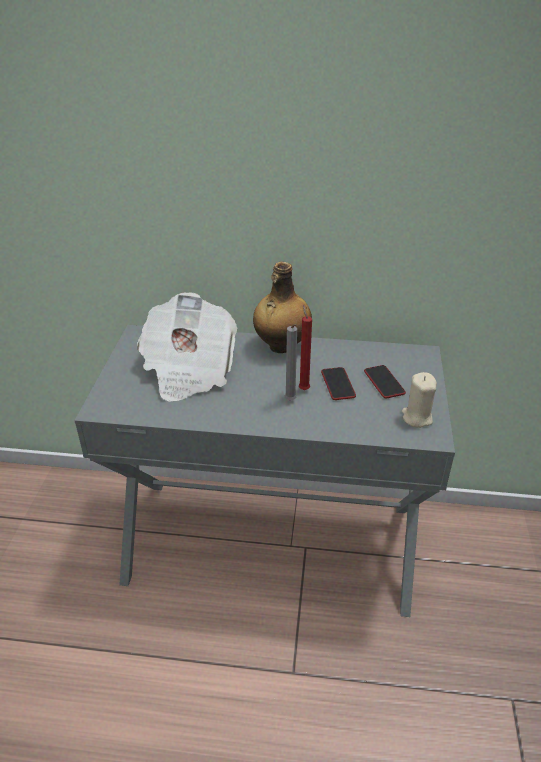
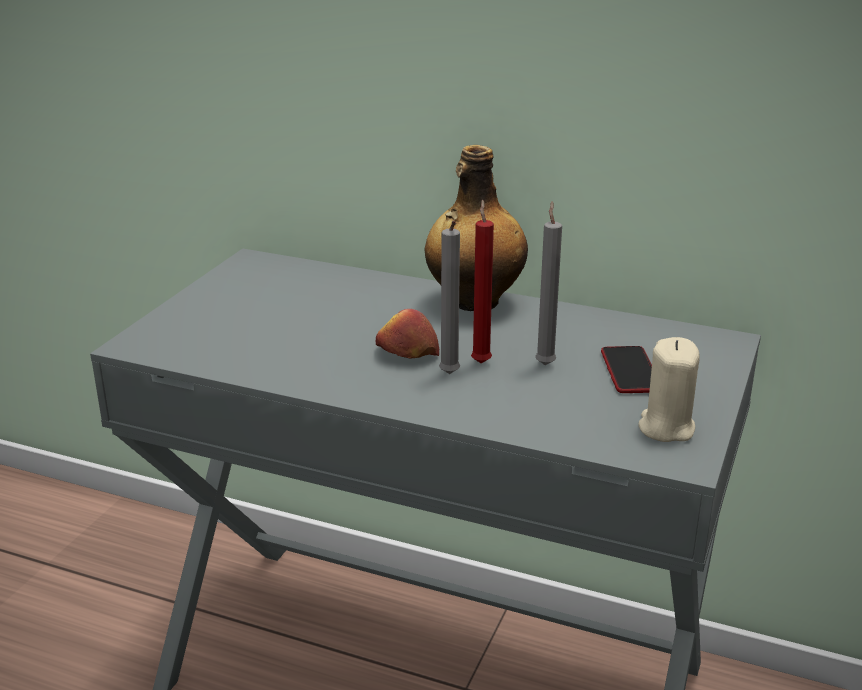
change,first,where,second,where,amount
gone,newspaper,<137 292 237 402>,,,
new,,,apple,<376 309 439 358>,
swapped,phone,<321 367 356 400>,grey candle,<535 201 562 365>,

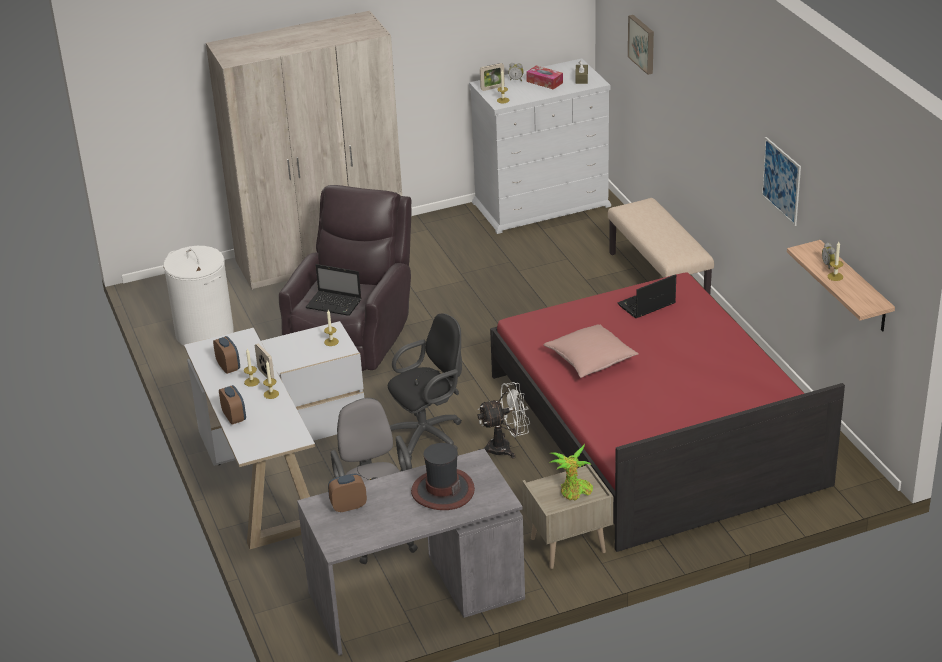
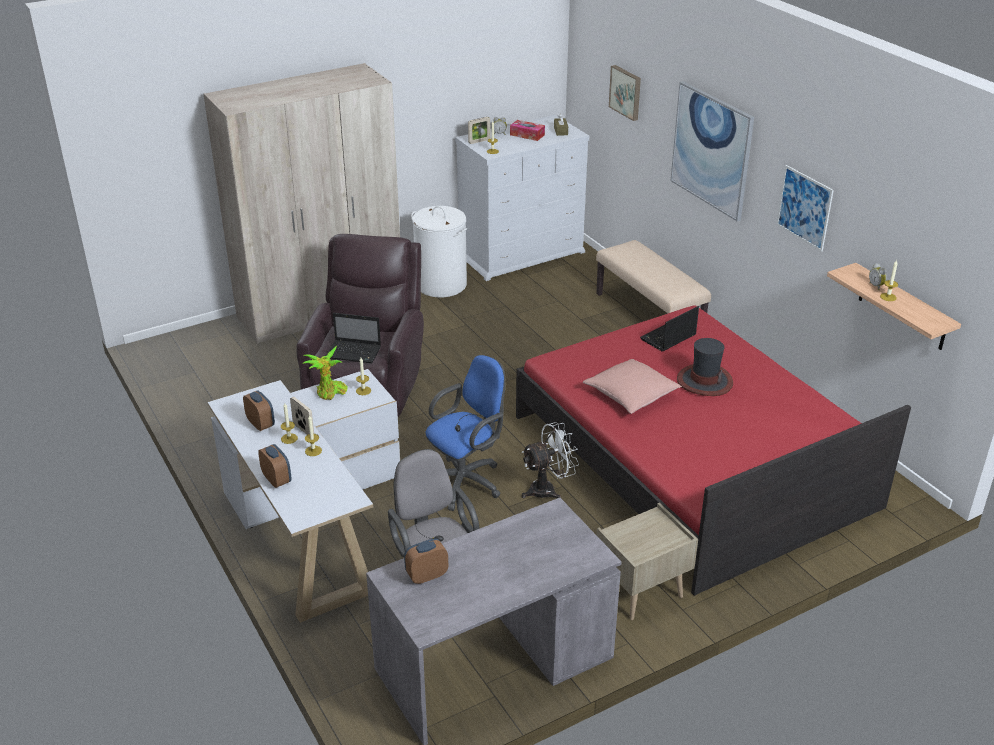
change,first,where,second,where,amount
new,,,picture,<671 81 754 221>,
shifted,white laundry basket,<163 246 234 346>,,<411 206 467 297>,
shifted,hat,<411 443 475 510>,,<677 338 733 396>,
shifted,potted plant,<549 444 593 500>,,<302 346 348 400>,
repainted,black office chair,<388 313 462 459>,blue office chair,<425 355 505 511>,

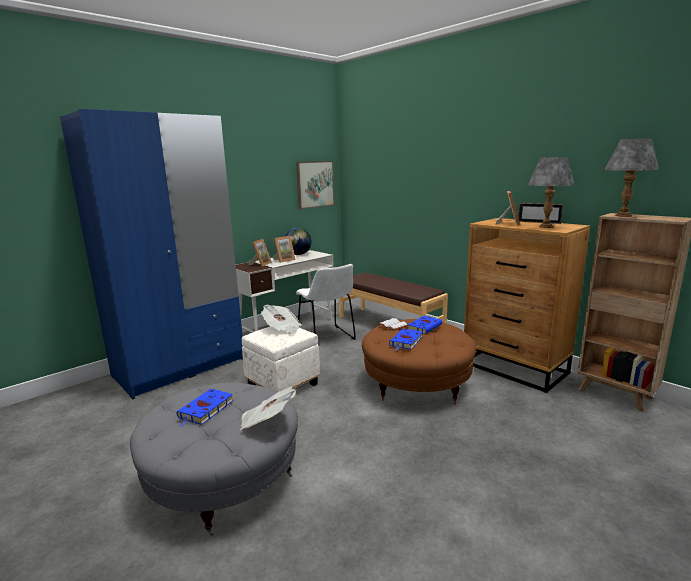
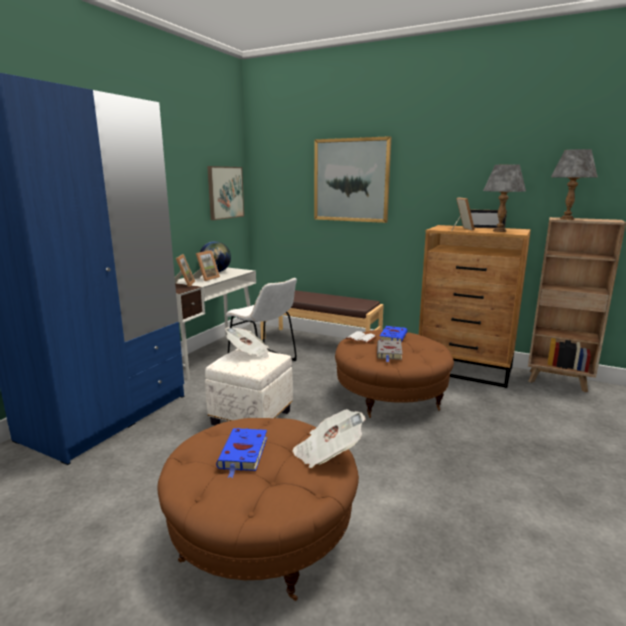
change,first,where,second,where,amount
new,,,picture,<314 136 391 223>,
repainted,grey ottoman,<130 383 298 536>,brown ottoman,<157 418 359 601>,
repainted,blue book,<389 329 423 351>,grey book,<377 340 402 362>,

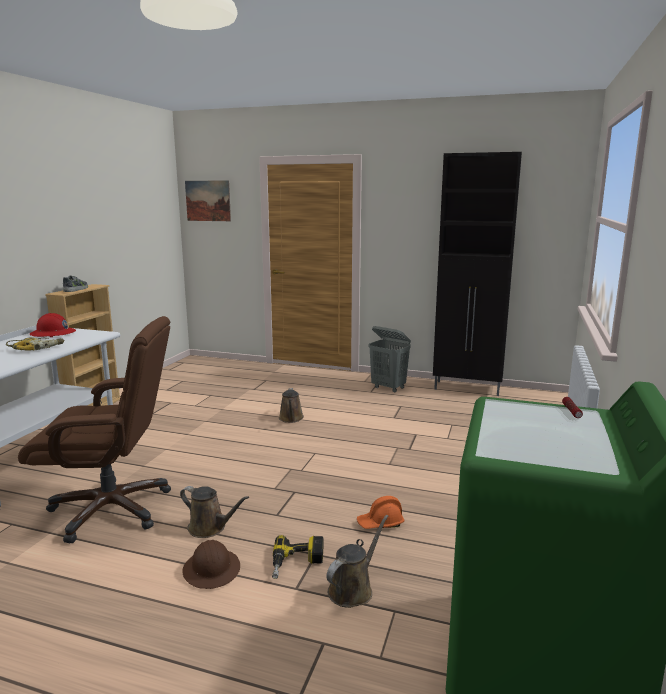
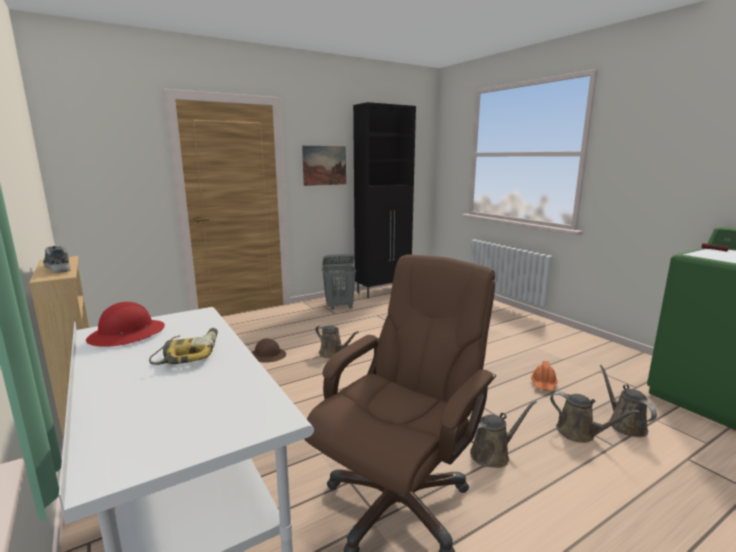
change,first,where,second,where,amount
shifted,brown hard hat,<182 540 240 589>,,<251 338 286 362>,
shifted,picture,<185 180 231 221>,,<302 146 346 186>,
swapped,power drill,<272 535 323 579>,brown watering can,<550 391 640 443>,

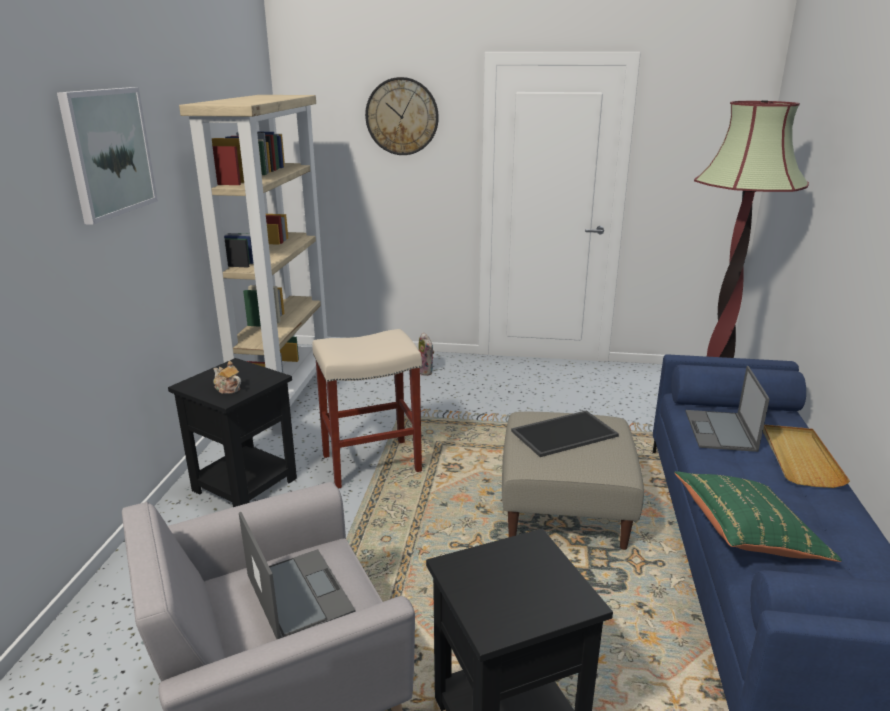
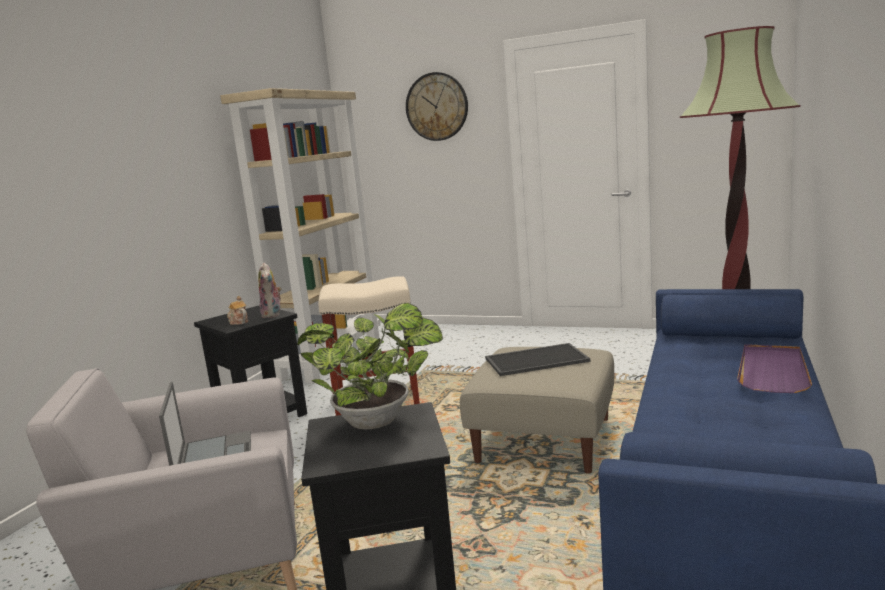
change,first,where,second,where,amount
gone,picture,<57 87 158 225>,,,
gone,green pillow,<674 471 842 562>,,,
gone,laptop,<685 366 770 452>,,,
new,,,potted plant,<297 303 443 429>,
shifted,plush toy,<419 332 434 376>,,<258 263 282 318>,
repainted,beige tray,<763 425 850 488>,purple tray,<737 344 812 393>,

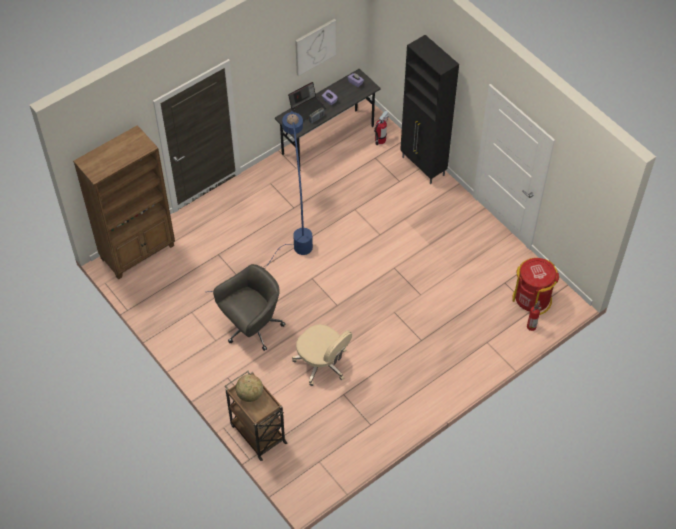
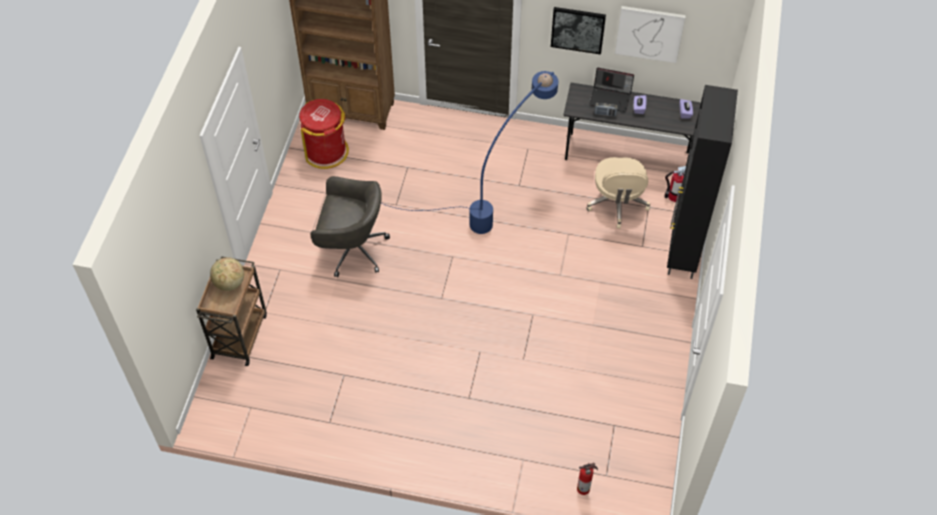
change,first,where,second,where,amount
new,,,picture,<551 7 606 54>,
shifted,beige office chair,<292 325 352 386>,,<586 157 650 229>,
shifted,red trash can,<512 258 559 315>,,<299 99 349 169>,

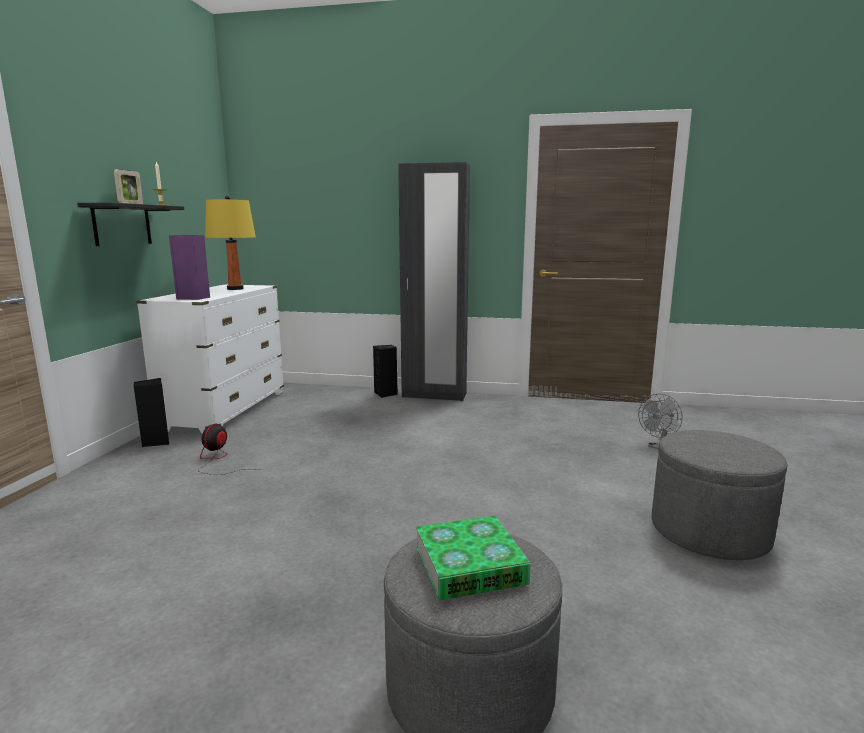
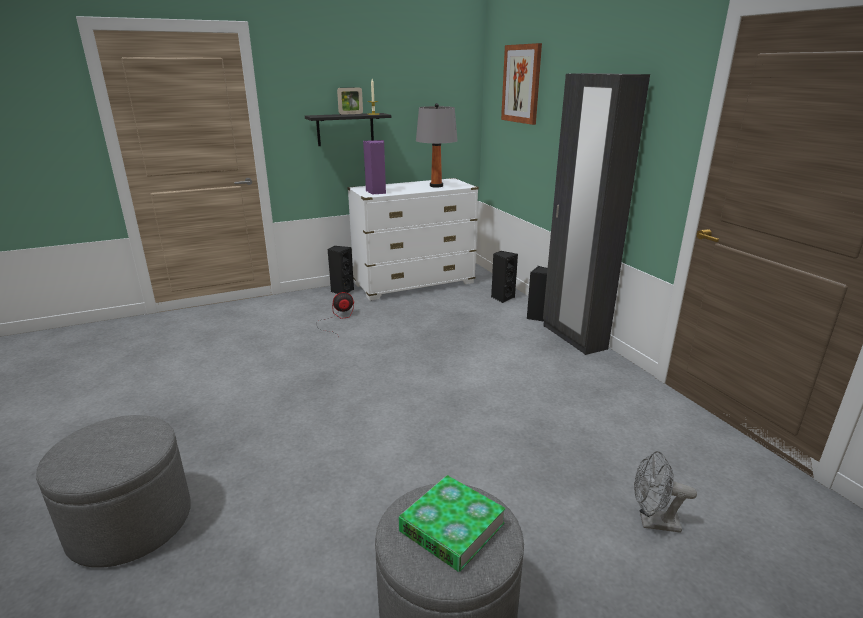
change,first,where,second,where,amount
new,,,black speaker,<491 251 518 303>,
new,,,picture,<501 43 542 125>,
shifted,book,<416 516 531 600>,,<399 475 506 572>,
repainted,yellow table lamp,<205 196 256 290>,grey table lamp,<416 103 458 188>,

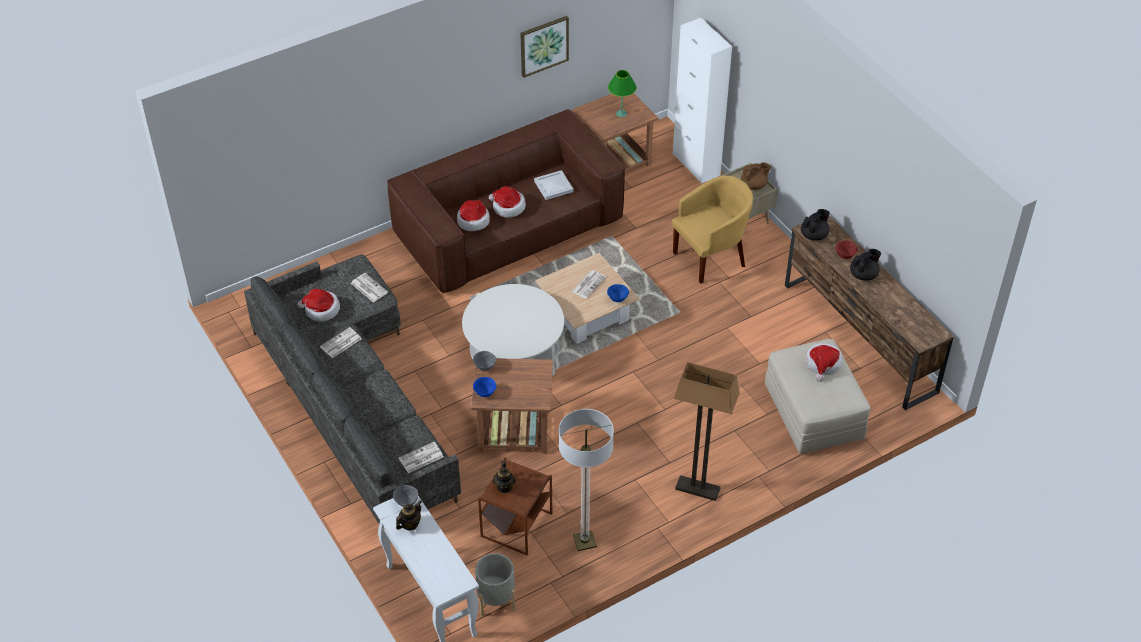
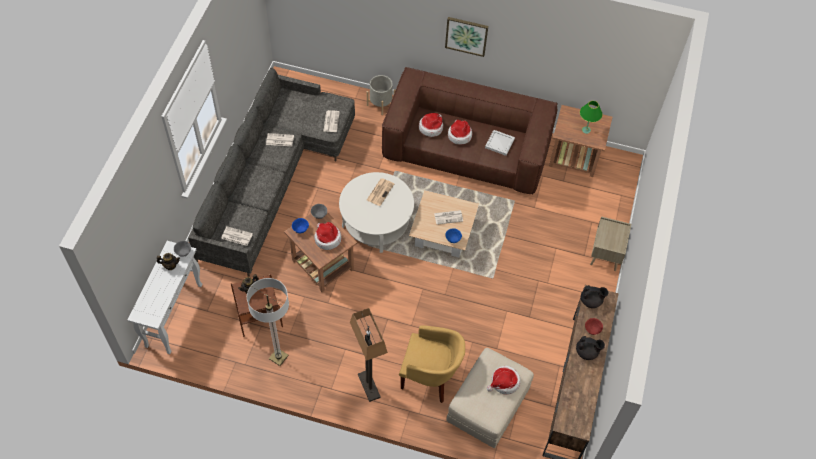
change,first,where,second,where,amount
gone,white cabinet,<673 18 732 184>,,,
gone,brown teapot,<741 162 771 190>,,,
new,,,newspaper,<367 178 394 206>,
shifted,hat,<297 289 340 321>,,<314 222 342 250>,
shifted,grey planter,<475 553 516 616>,,<367 75 396 115>,
shifted,picture,<521 16 569 78>,,<445 17 488 57>,
shifted,yellow armchair,<672 176 753 284>,,<399 325 465 403>,

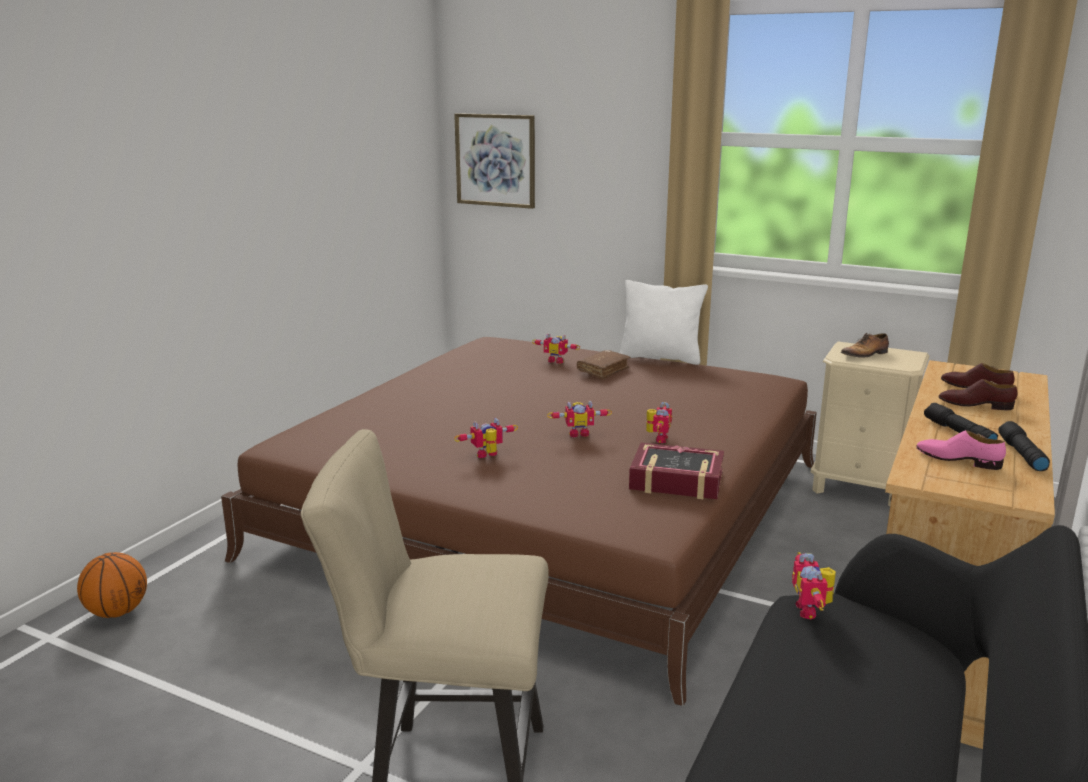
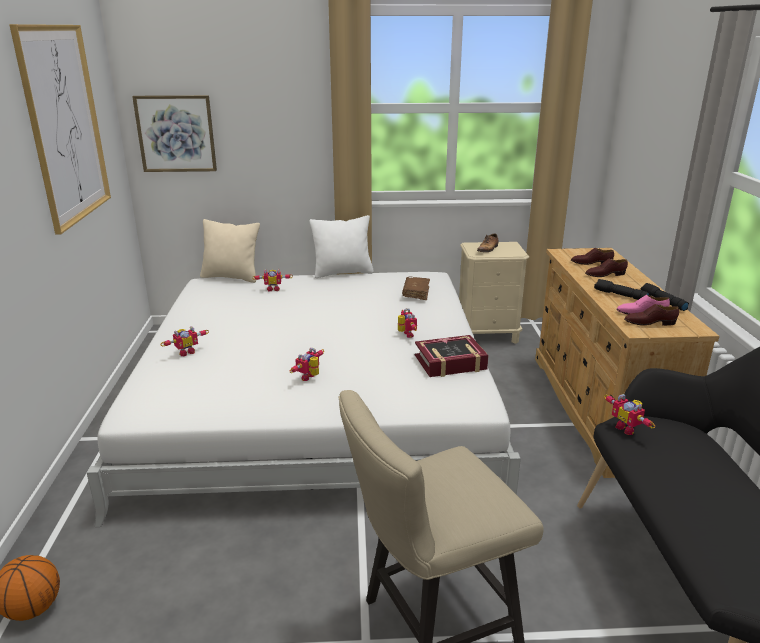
change,first,where,second,where,amount
new,,,picture,<9 24 111 235>,
new,,,beige pillow,<200 219 260 283>,
new,,,brown shoe,<624 304 679 326>,
shifted,toy robot,<547 400 612 437>,,<161 326 209 357>,
shifted,brown book,<577 350 630 379>,,<402 277 430 300>,
repainted,brown bed,<221 337 817 706>,white bed,<87 272 521 527>,

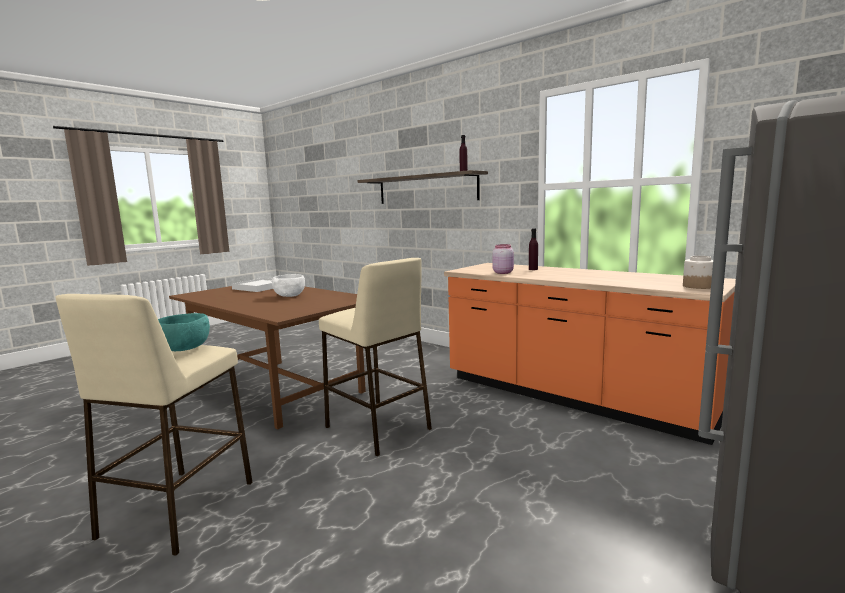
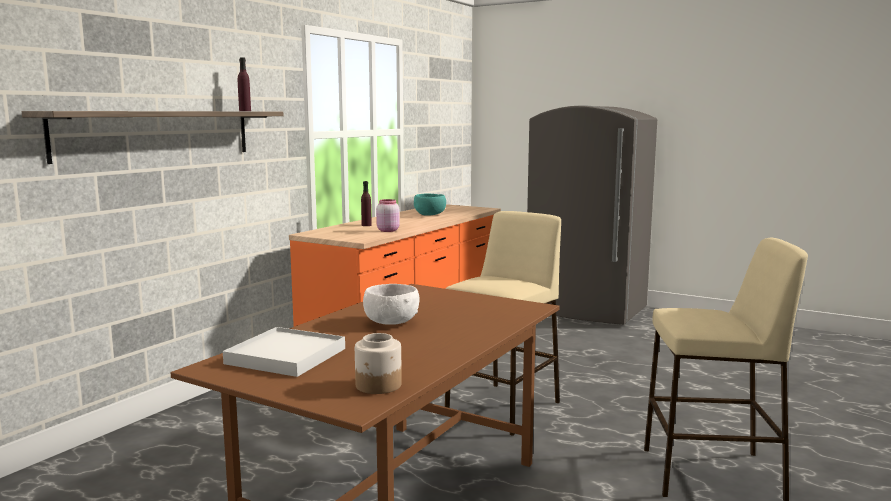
change,first,where,second,where,amount
shifted,turquoise bowl,<158 313 210 351>,,<414 194 446 216>,
shifted,jar,<683 256 713 289>,,<355 333 402 394>,

